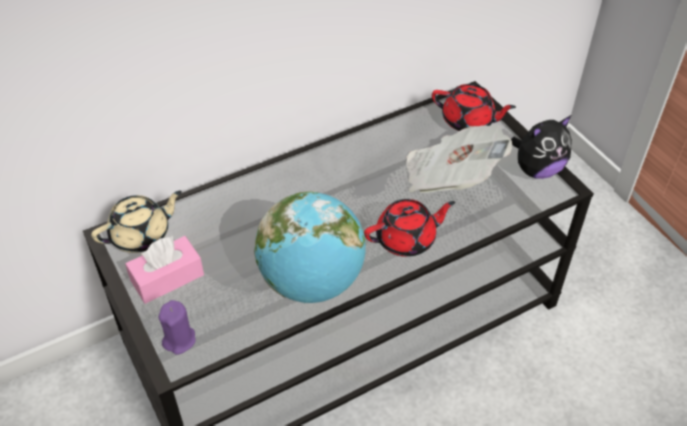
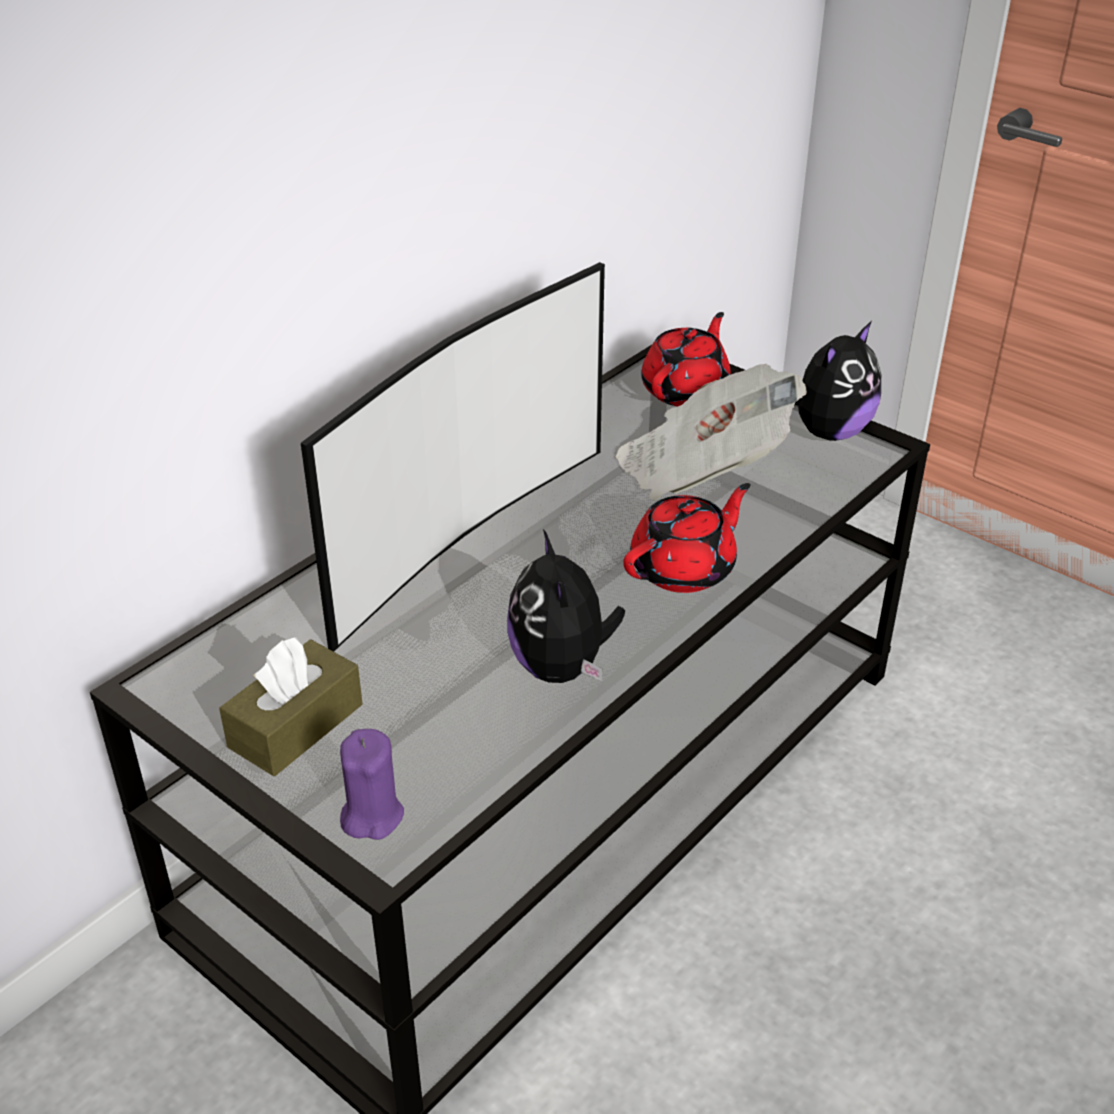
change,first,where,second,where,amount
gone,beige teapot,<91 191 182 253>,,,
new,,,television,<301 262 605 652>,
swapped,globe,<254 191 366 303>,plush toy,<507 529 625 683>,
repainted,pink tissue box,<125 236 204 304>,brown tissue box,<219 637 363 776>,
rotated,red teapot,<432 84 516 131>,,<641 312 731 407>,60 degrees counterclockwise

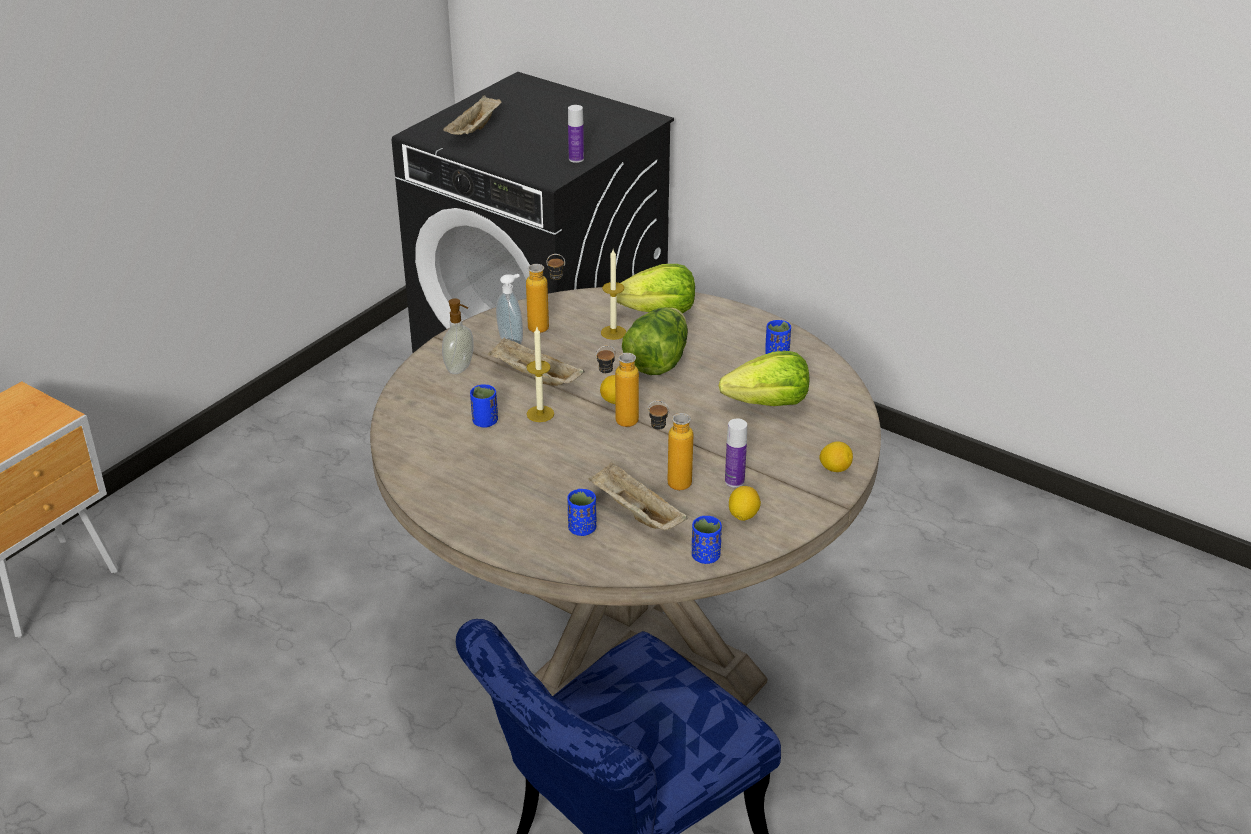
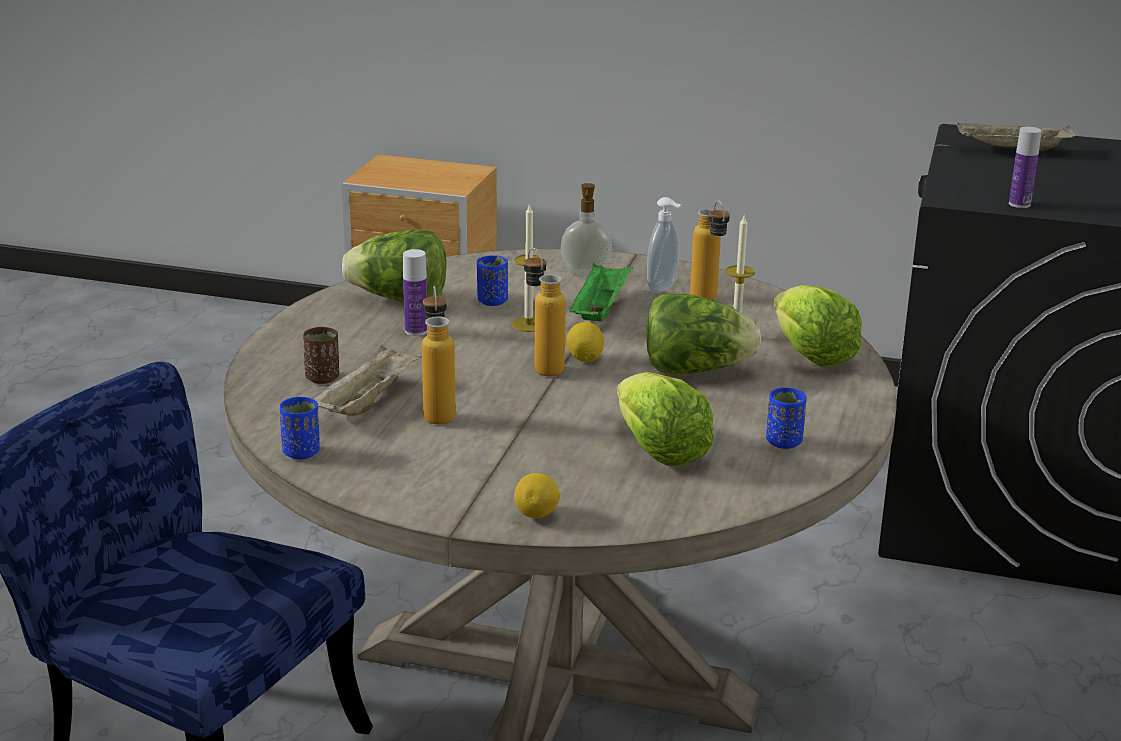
change,first,where,second,where,amount
gone,lemon,<729 486 761 521>,,,
new,,,lettuce,<342 230 446 302>,
shifted,bottle,<725 419 747 488>,,<403 249 427 336>,
repainted,beige tray,<488 337 585 386>,green tray,<569 263 633 322>,
repainted,blue cup,<567 489 596 536>,brown cup,<303 327 339 384>,

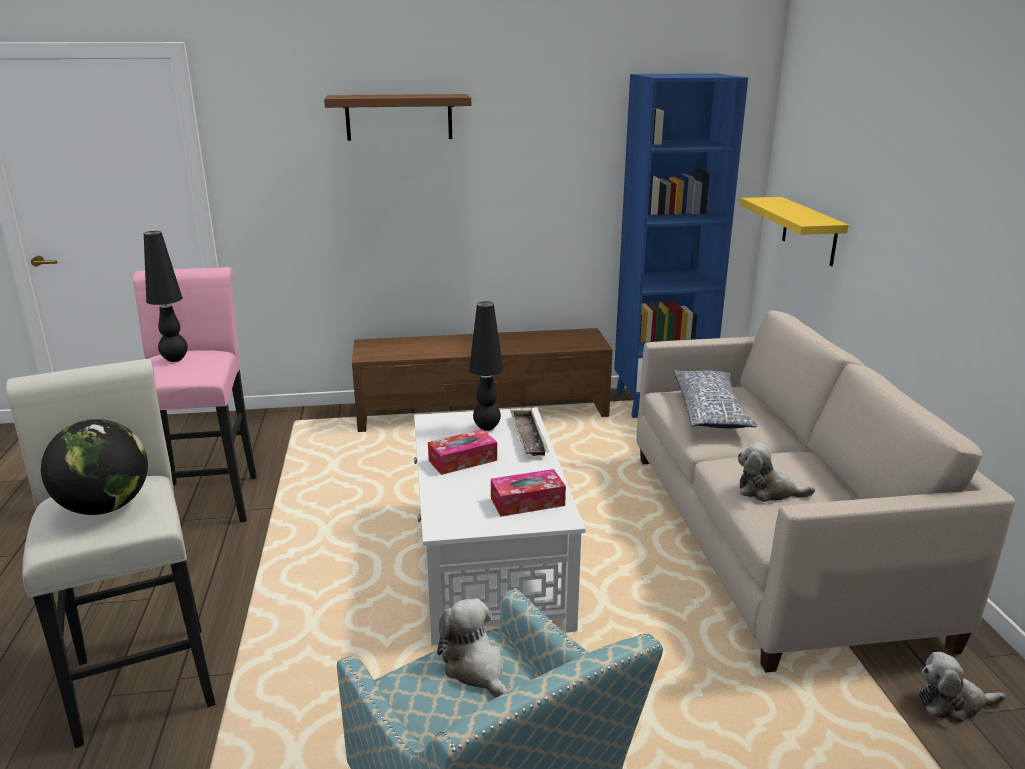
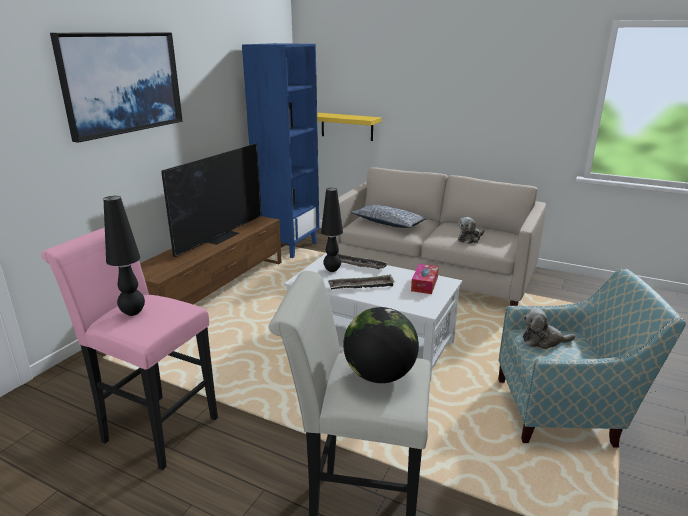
change,first,where,second,where,amount
gone,plush toy,<918 652 1005 723>,,,
new,,,television,<161 143 262 257>,
swapped,brown shelf,<324 94 471 141>,picture,<50 32 183 143>,
swapped,tissue box,<428 429 497 475>,tray,<328 275 395 289>,

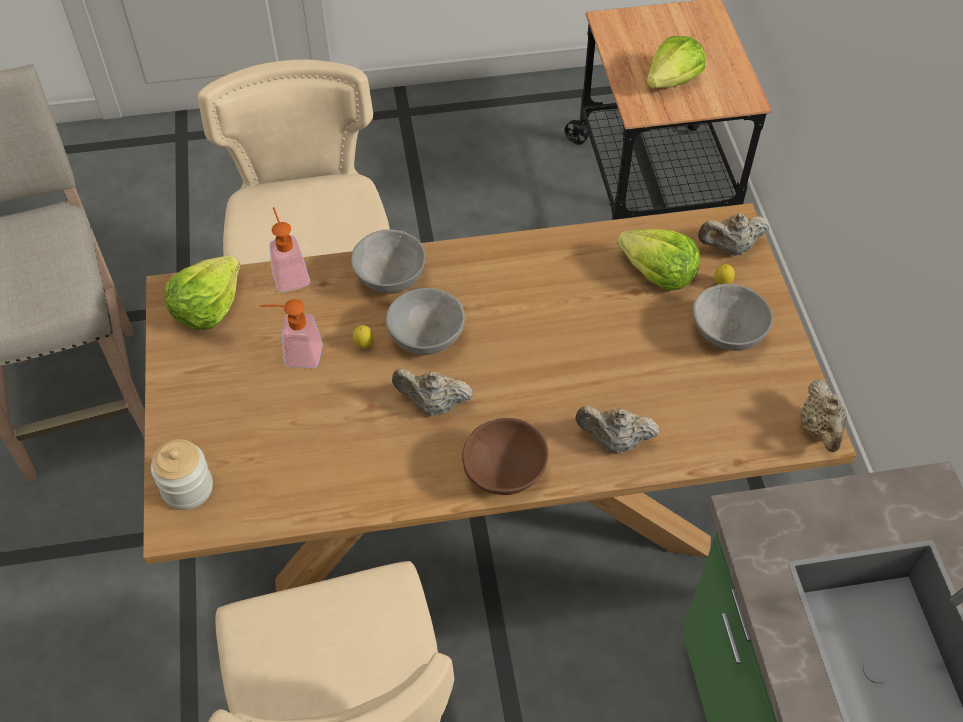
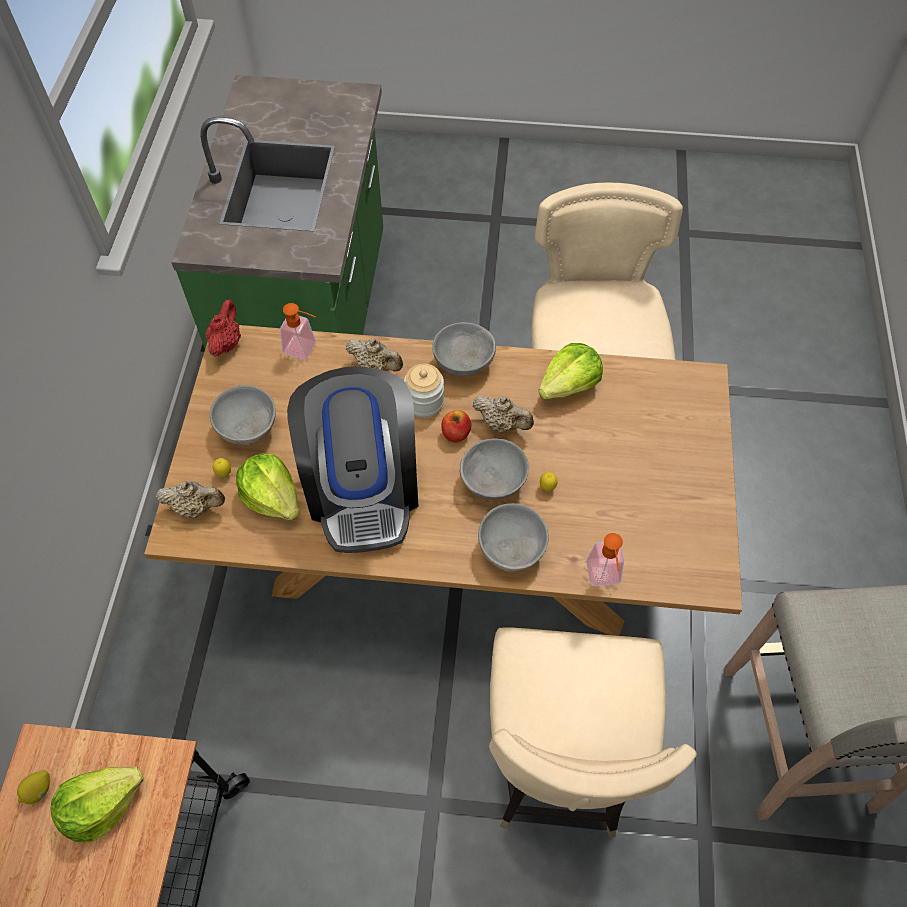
change,first,where,second,where,amount
new,,,lemon,<17 770 50 804>,
new,,,coffee machine,<287 367 419 553>,
new,,,apple,<441 410 471 442>,
shifted,jar,<151 439 213 510>,,<404 364 444 418>,
shifted,lettuce,<164 255 240 330>,,<538 343 603 399>,
shifted,soap dispenser,<260 299 323 368>,,<280 303 316 360>,
repainted,brown bowl,<462 418 548 495>,grey bowl,<432 322 496 376>,
repainted,beige teapot,<801 379 847 452>,red teapot,<205 300 241 357>,

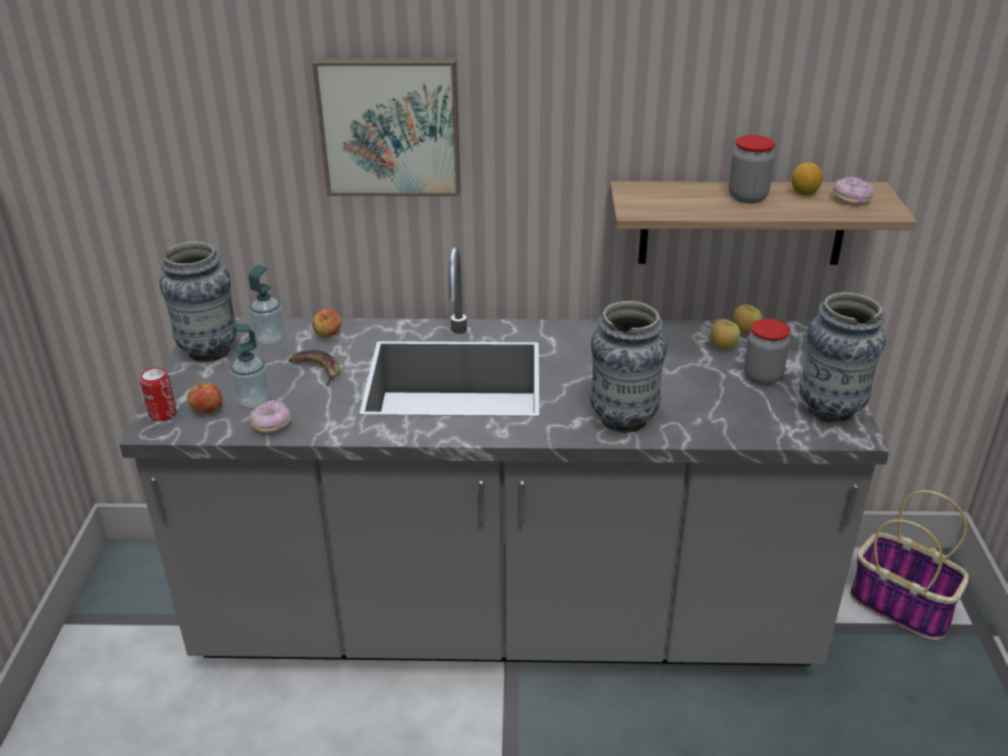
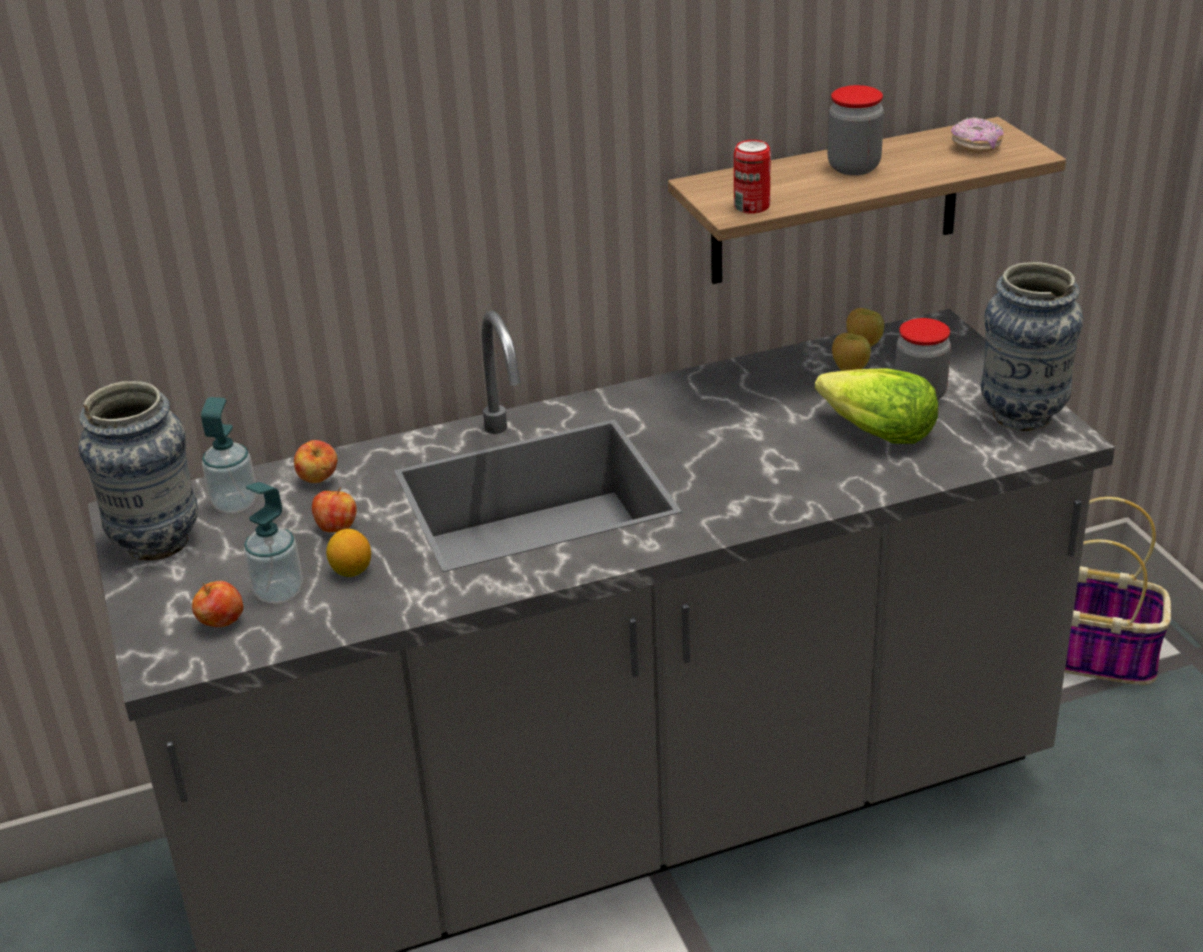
change,first,where,second,where,amount
gone,donut,<250 400 291 433>,,,
gone,picture,<312 58 460 196>,,,
gone,vase,<590 301 668 433>,,,
new,,,lettuce,<815 368 938 444>,
shifted,can,<140 368 176 421>,,<734 140 771 214>,
shifted,lemon,<792 162 823 195>,,<326 529 371 577>,
swapped,banana,<288 350 340 386>,apple,<312 488 357 532>,

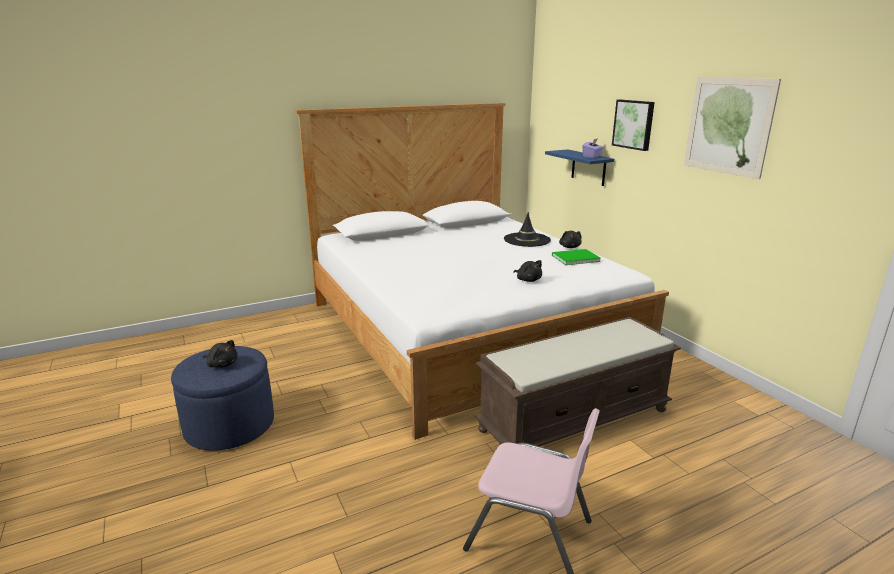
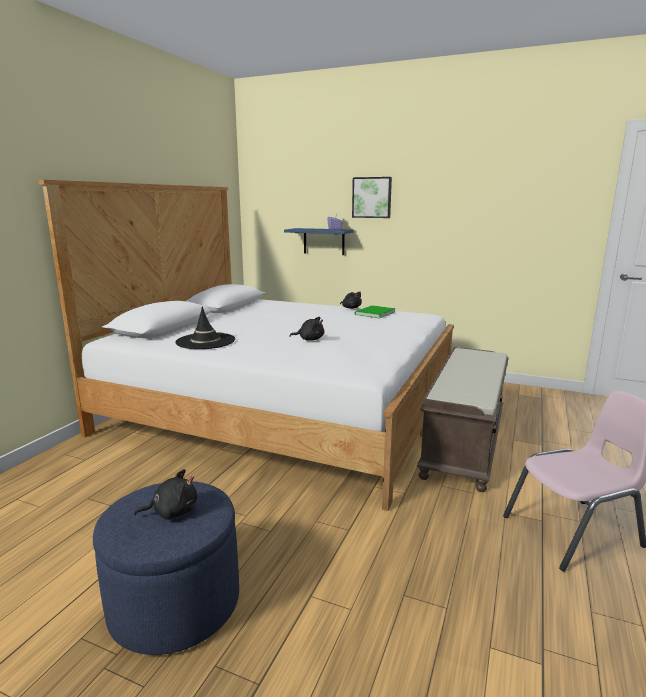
change,first,where,second,where,amount
gone,picture,<684 77 781 179>,,,
shifted,black hat,<504 212 551 247>,,<176 307 235 349>,
shifted,black plush toy,<513 260 542 282>,,<289 317 324 341>,

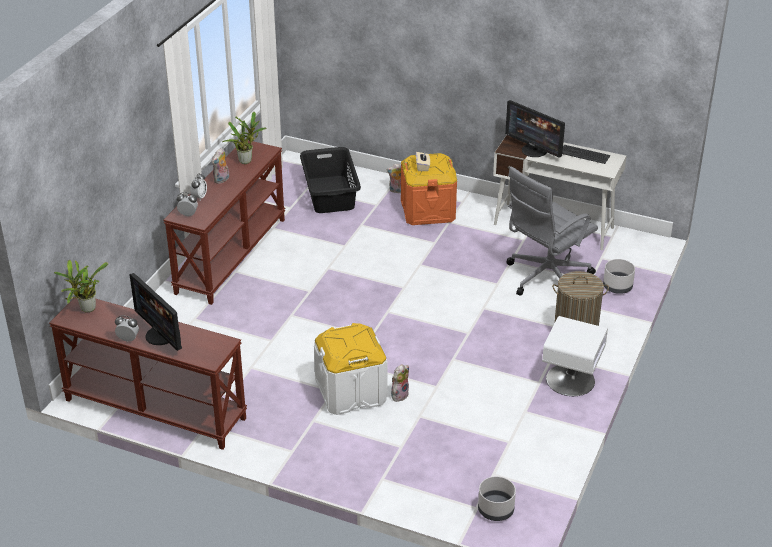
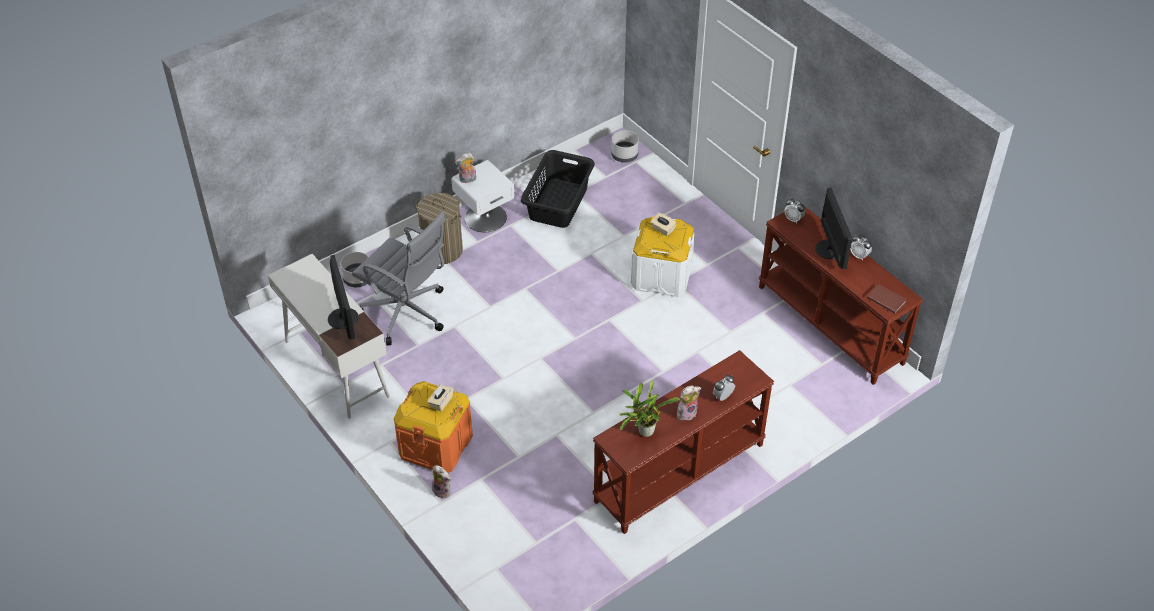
change,first,where,second,where,amount
gone,keyboard,<562 145 610 164>,,,
new,,,beige tissue box,<651 212 677 236>,
shifted,alarm clock,<177 192 198 217>,,<784 198 805 223>,
shifted,black laundry basket,<300 147 361 213>,,<521 150 595 228>,
shifted,plush toy,<391 364 409 402>,,<455 153 477 183>,
swapped,potted plant,<54 260 108 313>,brown book,<867 284 907 313>,
rotated,grey office chair,<506 166 598 296>,,<352 211 445 345>,45 degrees clockwise

